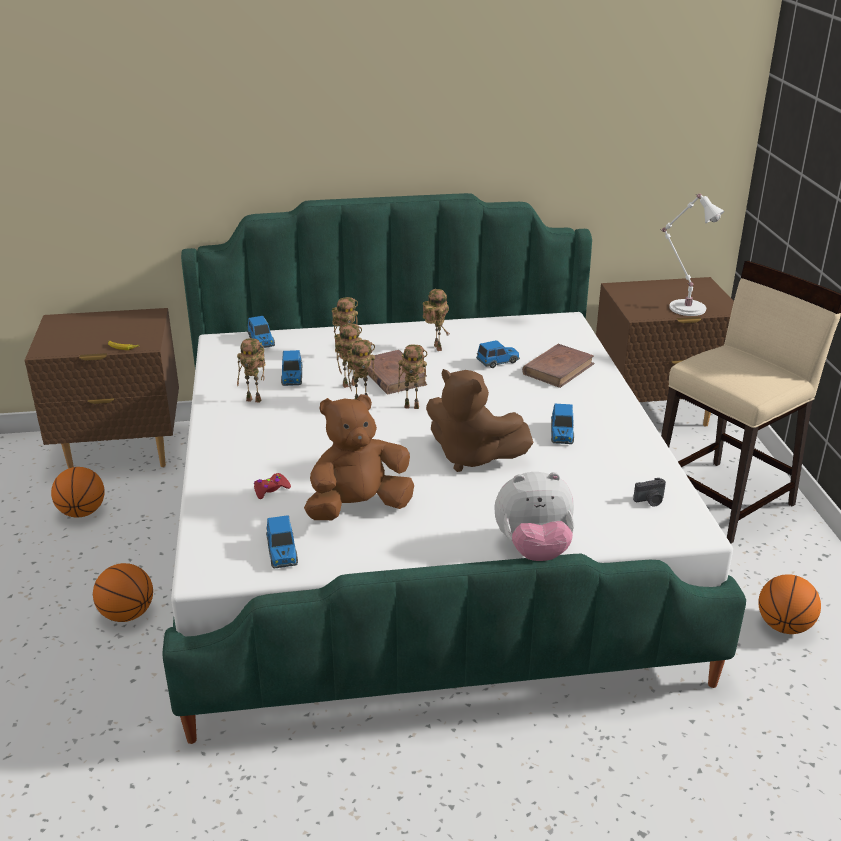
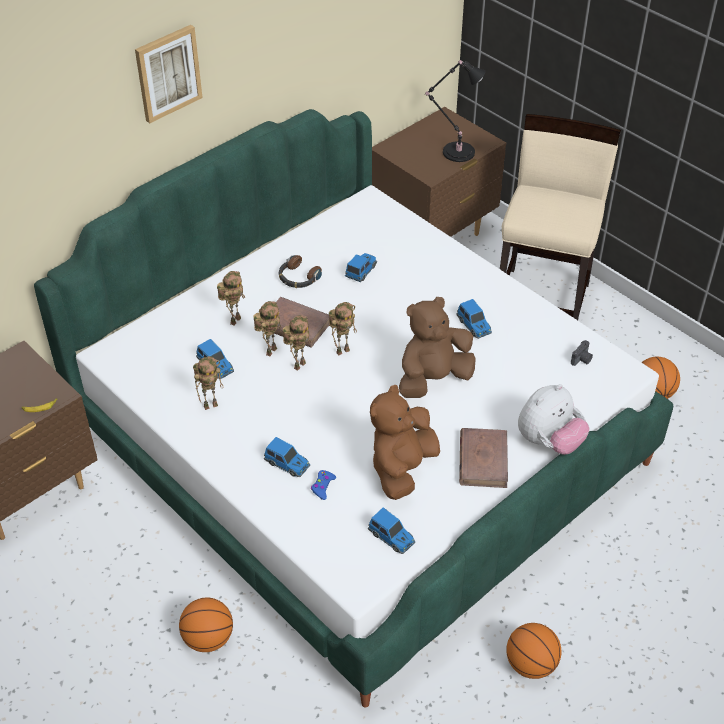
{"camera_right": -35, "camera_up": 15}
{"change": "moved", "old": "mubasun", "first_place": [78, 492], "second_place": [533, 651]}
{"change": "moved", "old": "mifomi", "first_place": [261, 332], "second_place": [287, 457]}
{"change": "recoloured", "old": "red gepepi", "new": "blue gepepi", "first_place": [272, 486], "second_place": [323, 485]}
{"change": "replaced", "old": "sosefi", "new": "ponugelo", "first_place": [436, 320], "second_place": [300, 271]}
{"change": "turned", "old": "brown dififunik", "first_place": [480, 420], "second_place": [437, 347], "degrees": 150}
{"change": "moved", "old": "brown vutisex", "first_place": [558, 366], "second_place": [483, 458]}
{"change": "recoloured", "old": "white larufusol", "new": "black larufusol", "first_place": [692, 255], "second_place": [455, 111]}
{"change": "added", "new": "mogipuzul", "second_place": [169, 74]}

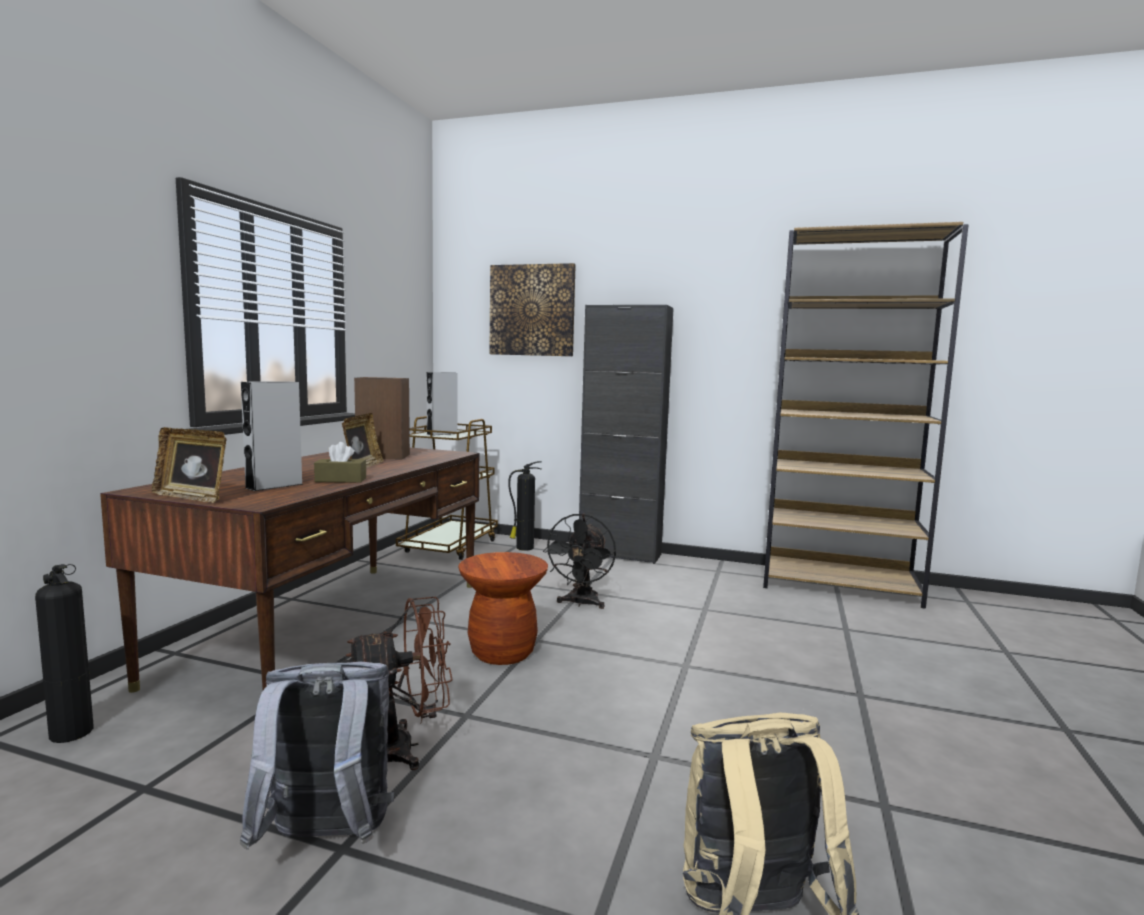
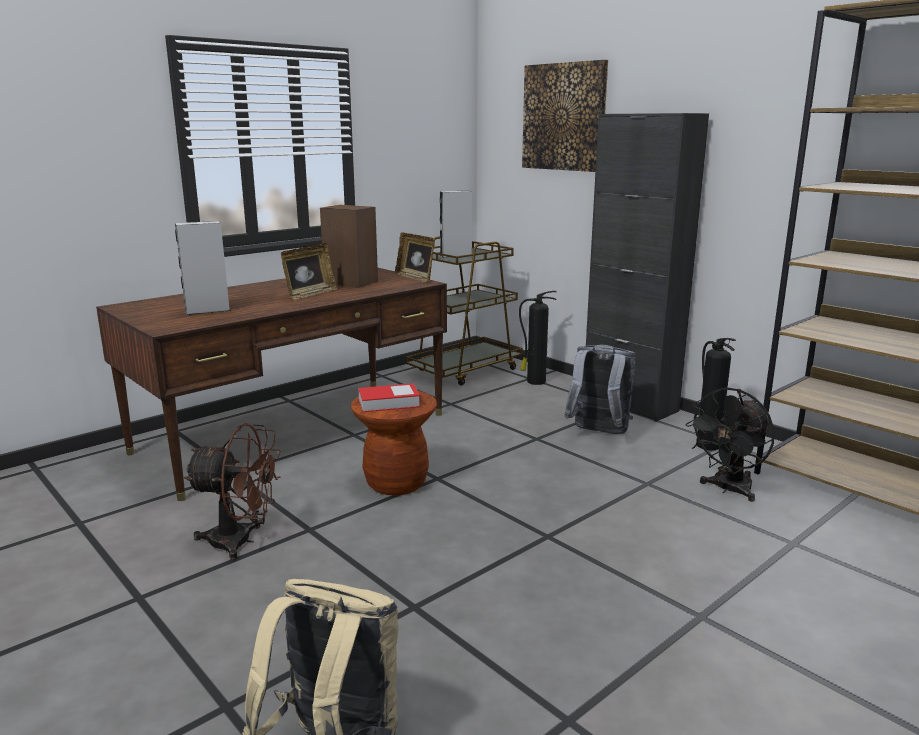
{"camera_right": 30, "camera_up": 10}
{"change": "moved", "old": "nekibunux", "first_place": [64, 653], "second_place": [716, 394]}
{"change": "moved", "old": "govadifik", "first_place": [189, 465], "second_place": [415, 257]}
{"change": "moved", "old": "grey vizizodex", "first_place": [317, 756], "second_place": [600, 389]}
{"change": "removed", "old": "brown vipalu", "first_place": [340, 462]}
{"change": "moved", "old": "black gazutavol", "first_place": [579, 561], "second_place": [730, 444]}
{"change": "added", "new": "vutisex", "second_place": [389, 397]}

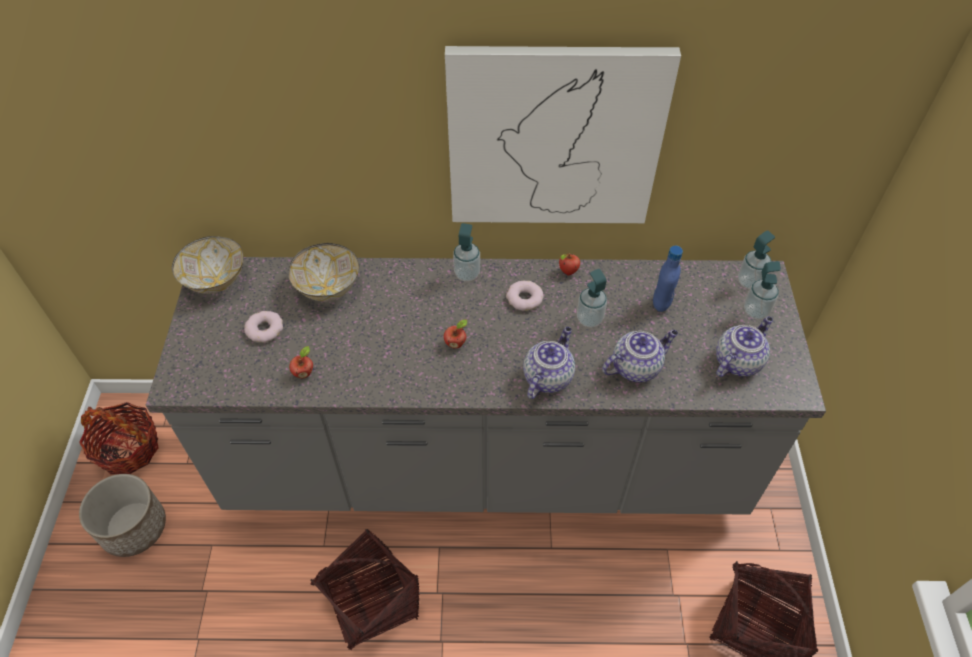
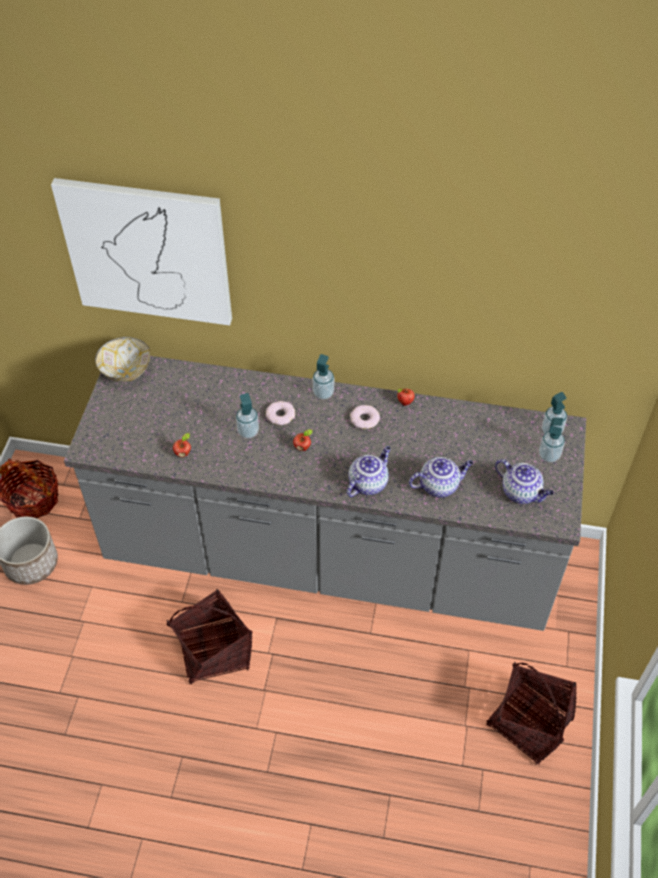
{"camera_right": 10, "camera_up": 0}
{"change": "moved", "old": "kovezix", "first_place": [263, 327], "second_place": [280, 413]}
{"change": "removed", "old": "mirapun", "first_place": [324, 272]}
{"change": "moved", "old": "mogipuzul", "first_place": [563, 134], "second_place": [141, 252]}
{"change": "moved", "old": "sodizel", "first_place": [592, 298], "second_place": [247, 416]}
{"change": "removed", "old": "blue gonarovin", "first_place": [668, 279]}
{"change": "turned", "old": "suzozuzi", "first_place": [744, 347], "second_place": [524, 481], "degrees": 75}

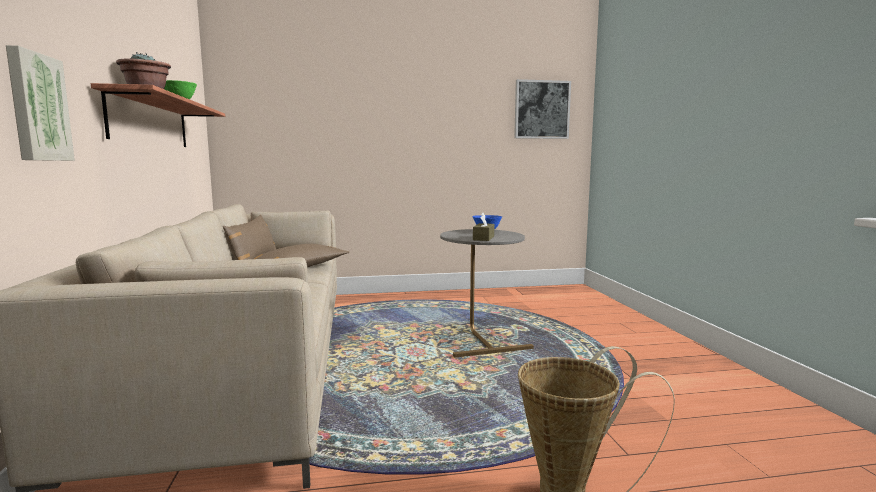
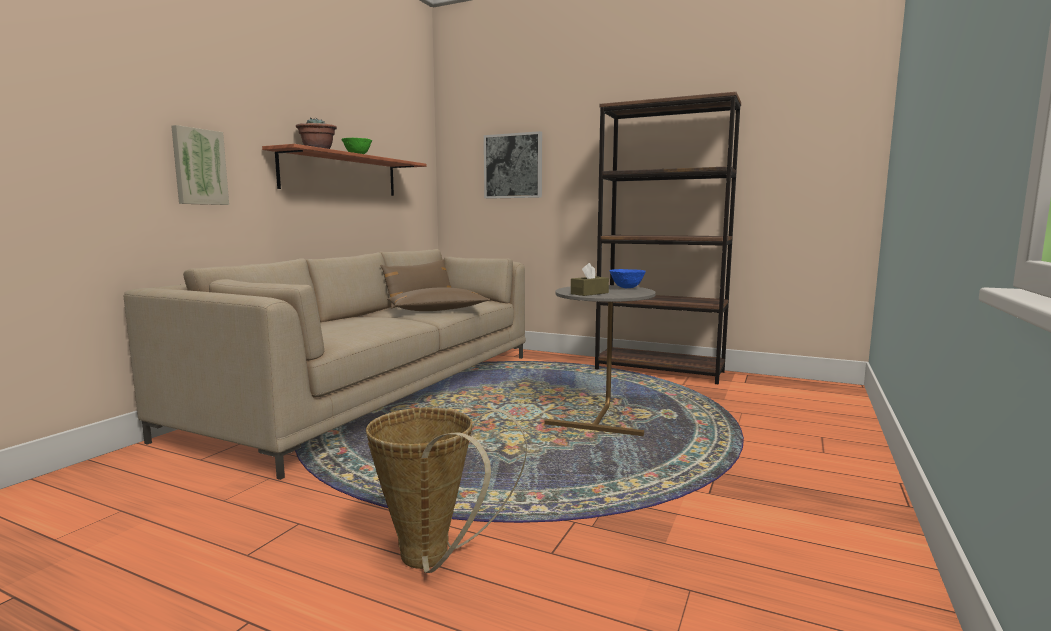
{"camera_right": 35, "camera_up": 0}
{"change": "moved", "old": "mogipuzul", "first_place": [542, 109], "second_place": [513, 165]}
{"change": "added", "new": "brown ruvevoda", "second_place": [668, 238]}

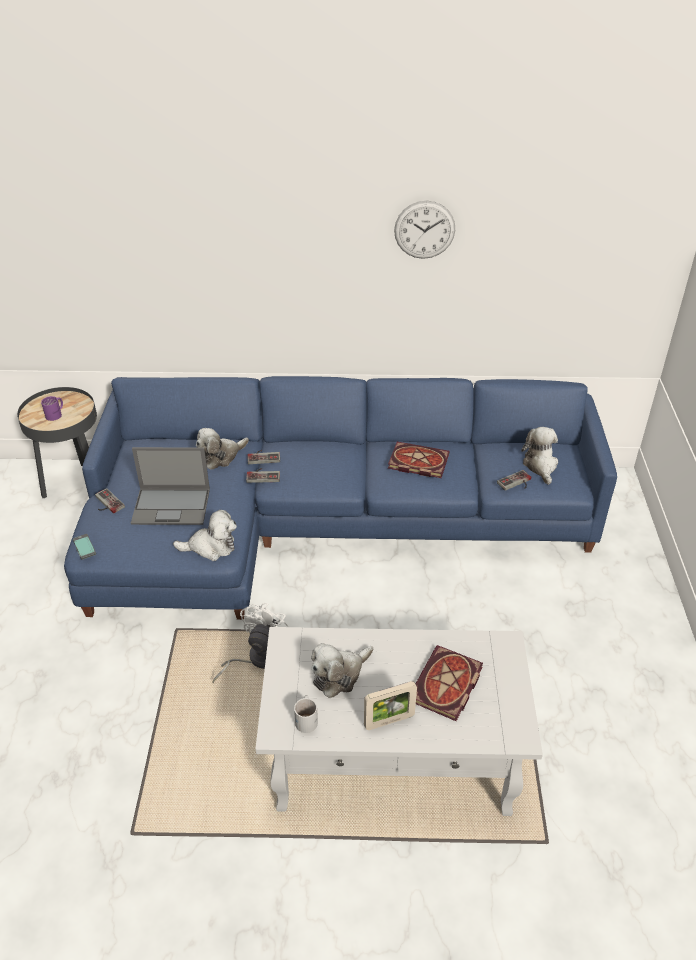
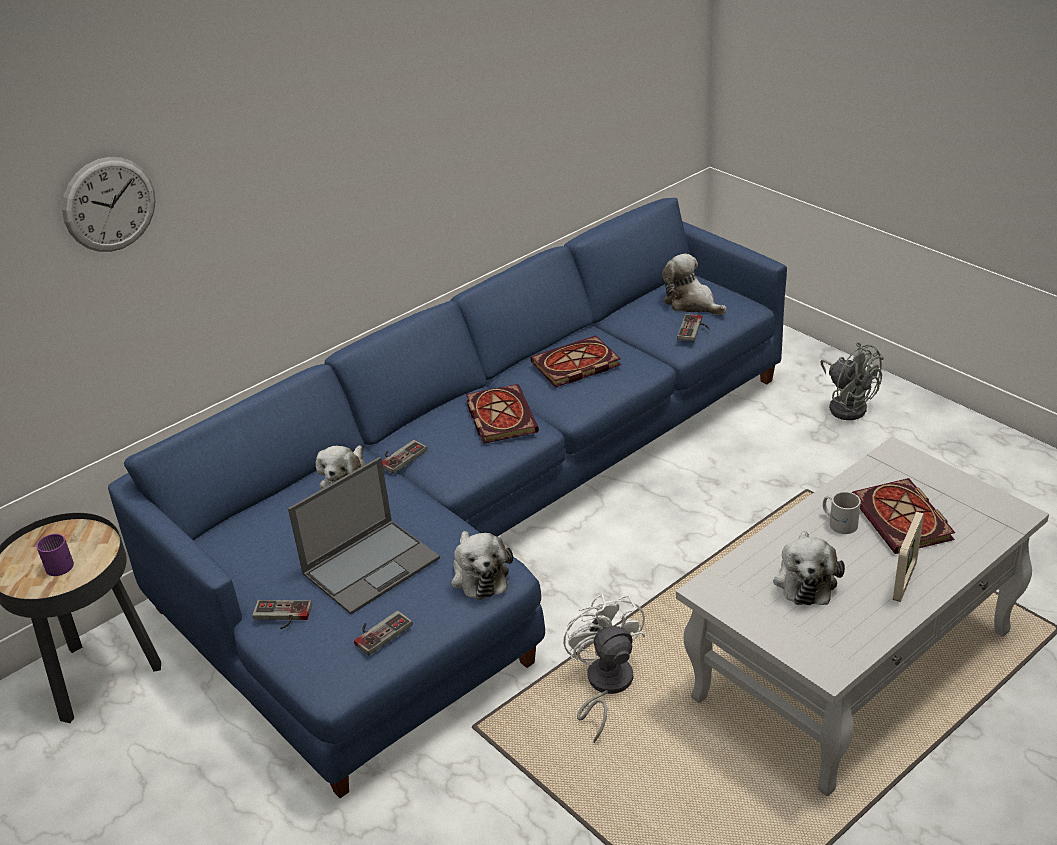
{"camera_right": -40, "camera_up": -5}
{"change": "removed", "old": "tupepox", "first_place": [84, 547]}
{"change": "turned", "old": "dififunik", "first_place": [205, 535], "second_place": [482, 565], "degrees": 120}
{"change": "moved", "old": "gepepi", "first_place": [263, 475], "second_place": [383, 633]}
{"change": "moved", "old": "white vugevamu", "first_place": [306, 714], "second_place": [842, 513]}
{"change": "moved", "old": "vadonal", "first_place": [424, 230], "second_place": [109, 204]}
{"change": "added", "new": "vutisex", "second_place": [502, 414]}
{"change": "added", "new": "grey gazutavol", "second_place": [852, 381]}

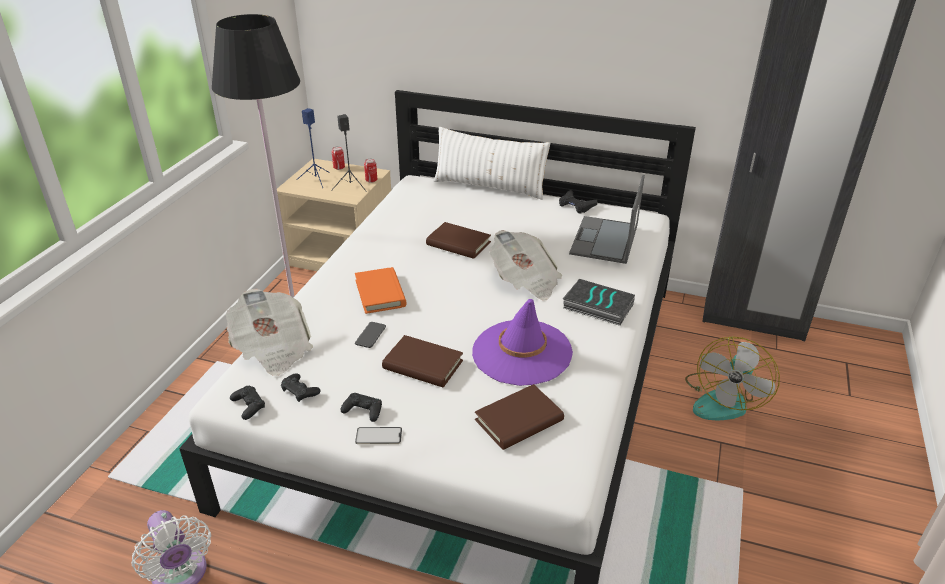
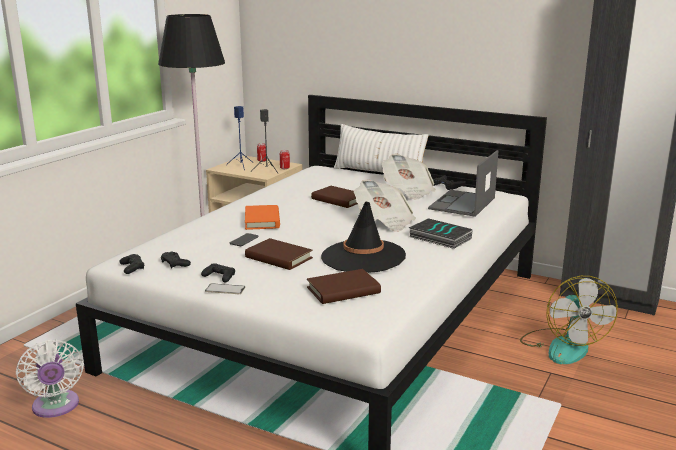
{"camera_right": 10, "camera_up": -15}
{"change": "moved", "old": "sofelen", "first_place": [269, 332], "second_place": [409, 177]}
{"change": "recoloured", "old": "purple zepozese", "new": "black zepozese", "first_place": [522, 342], "second_place": [363, 237]}
{"change": "turned", "old": "gazutavol", "first_place": [732, 378], "second_place": [569, 320], "degrees": -45}

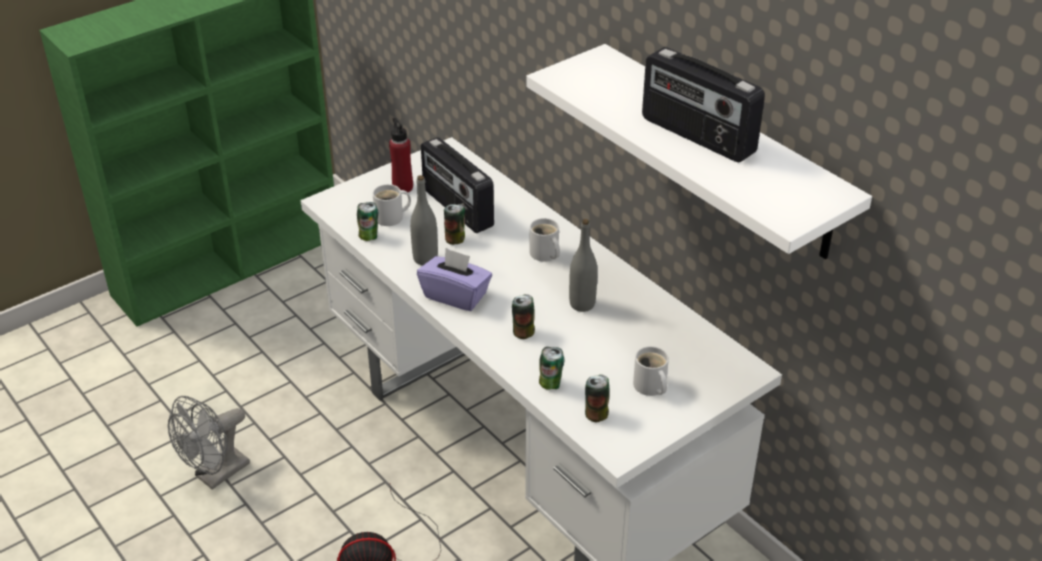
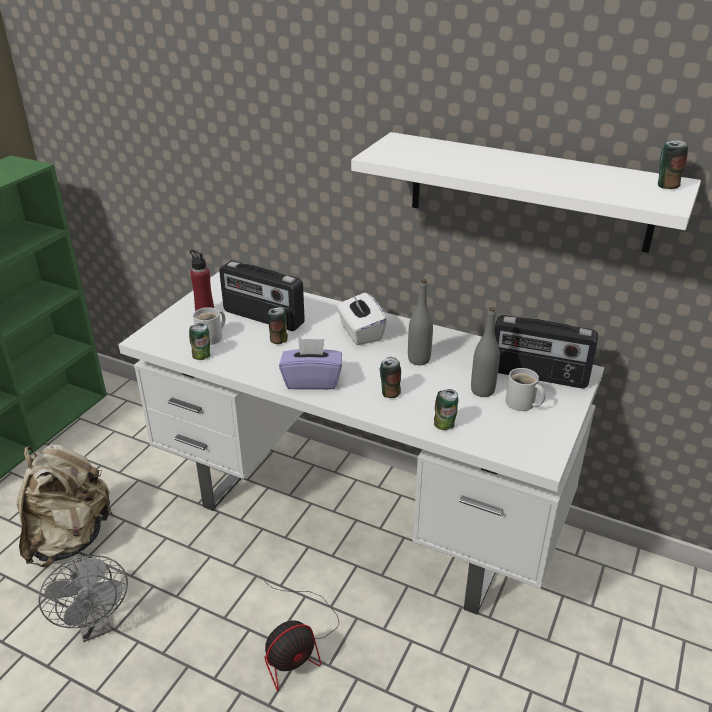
{"camera_right": -25, "camera_up": -5}
{"change": "turned", "old": "grey gazutavol", "first_place": [209, 443], "second_place": [83, 598], "degrees": -45}
{"change": "moved", "old": "grey gonarovin", "first_place": [424, 220], "second_place": [485, 352]}
{"change": "replaced", "old": "white vugevamu", "new": "white vipalu", "first_place": [545, 240], "second_place": [361, 318]}
{"change": "moved", "old": "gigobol", "first_place": [597, 398], "second_place": [673, 164]}
{"change": "moved", "old": "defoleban", "first_place": [703, 104], "second_place": [546, 351]}
{"change": "added", "new": "beige vizizodex", "second_place": [65, 505]}

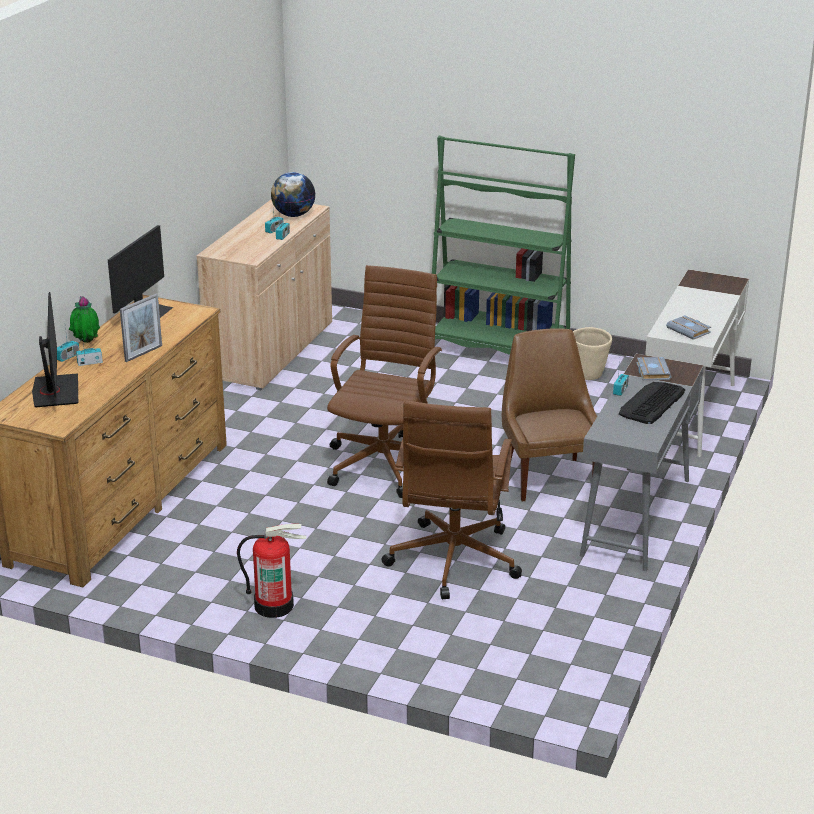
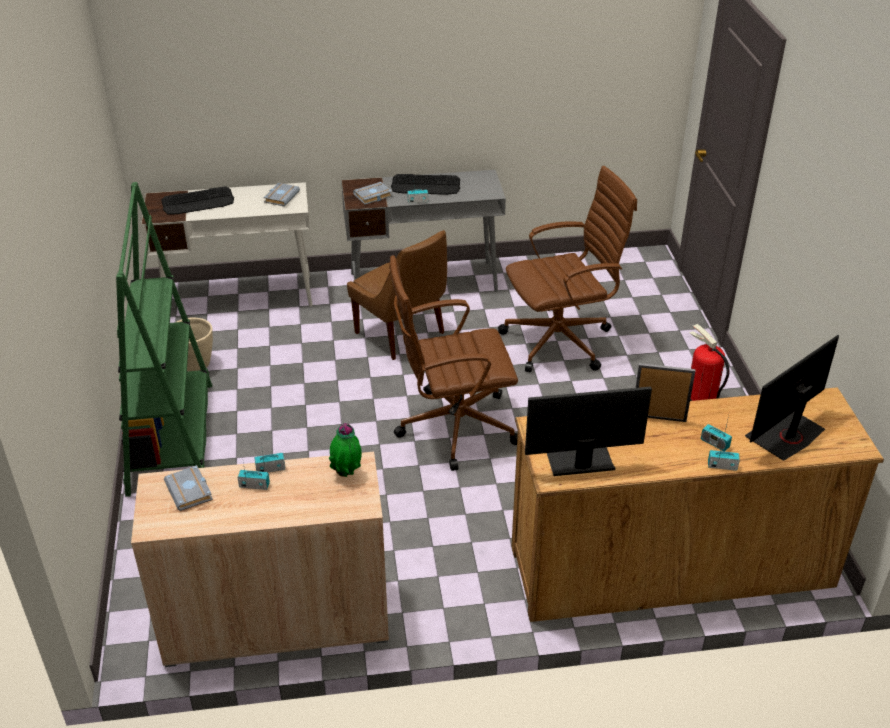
{"camera_right": -120, "camera_up": 10}
{"change": "moved", "old": "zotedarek", "first_place": [84, 319], "second_place": [345, 450]}
{"change": "replaced", "old": "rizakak", "new": "grey vutisex", "first_place": [293, 194], "second_place": [188, 488]}
{"change": "turned", "old": "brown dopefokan", "first_place": [549, 415], "second_place": [397, 295], "degrees": -90}
{"change": "added", "new": "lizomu", "second_place": [197, 200]}

